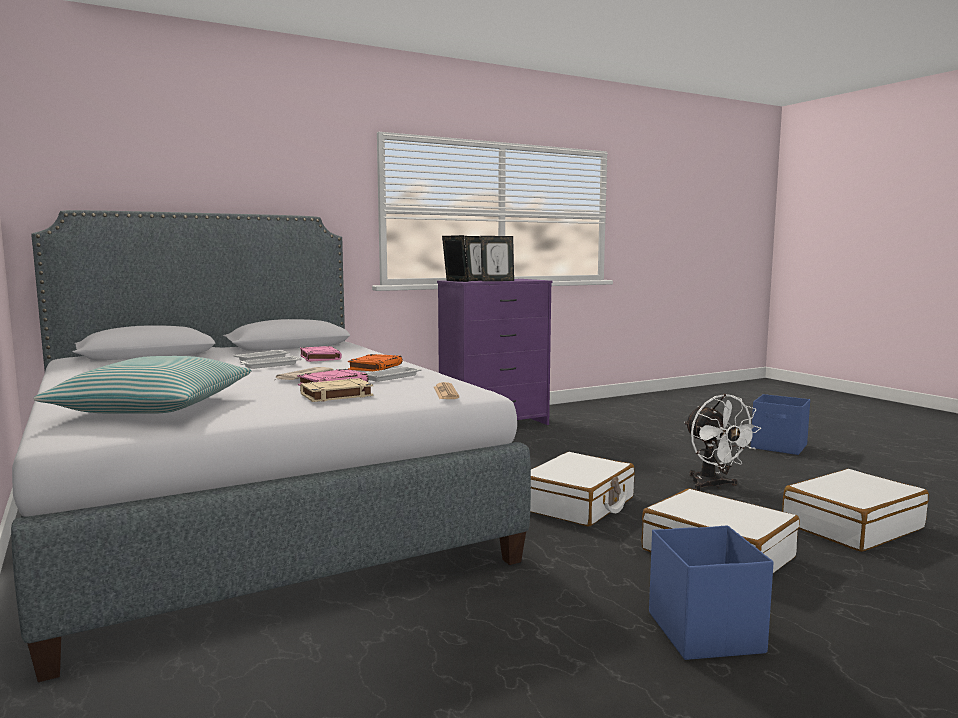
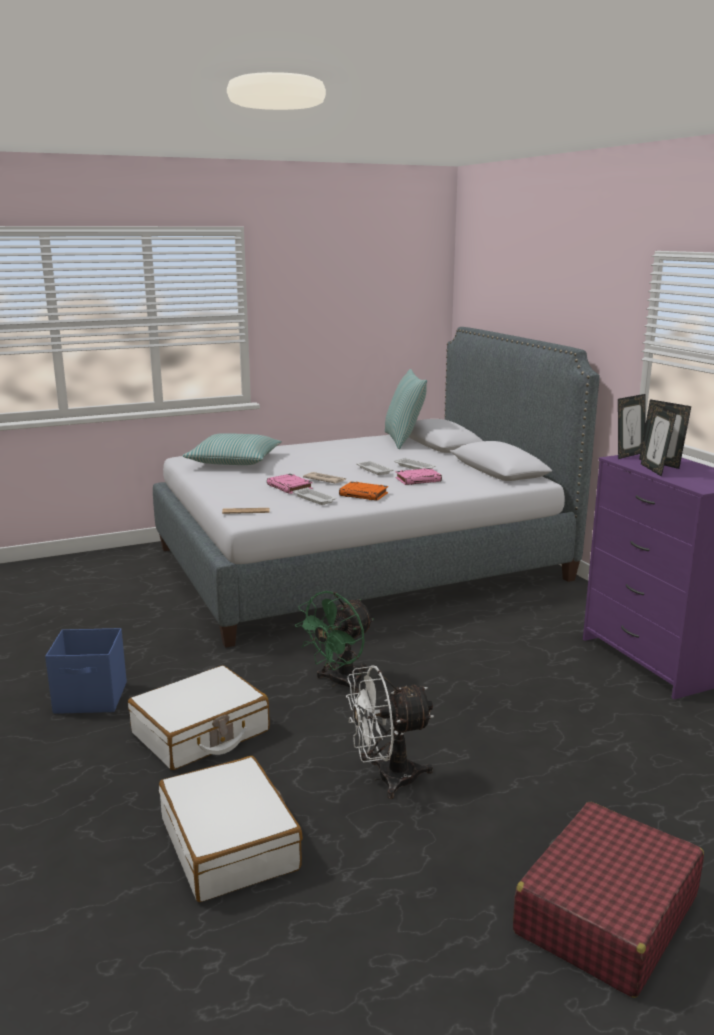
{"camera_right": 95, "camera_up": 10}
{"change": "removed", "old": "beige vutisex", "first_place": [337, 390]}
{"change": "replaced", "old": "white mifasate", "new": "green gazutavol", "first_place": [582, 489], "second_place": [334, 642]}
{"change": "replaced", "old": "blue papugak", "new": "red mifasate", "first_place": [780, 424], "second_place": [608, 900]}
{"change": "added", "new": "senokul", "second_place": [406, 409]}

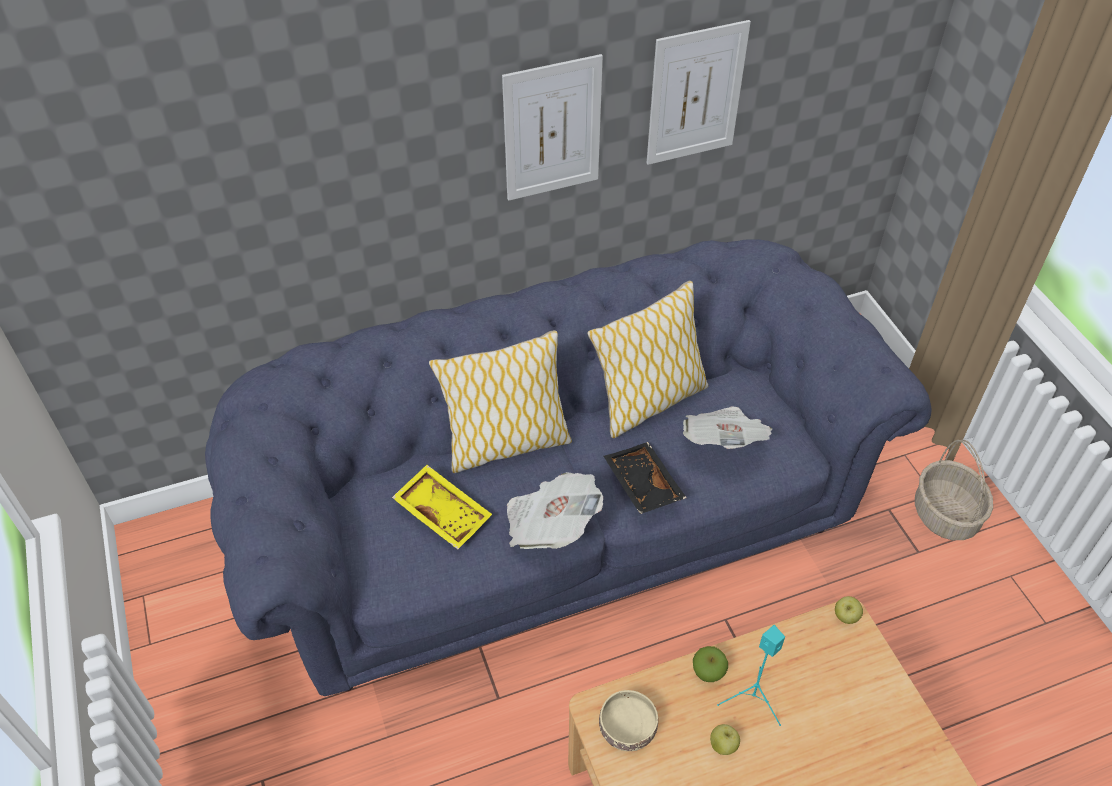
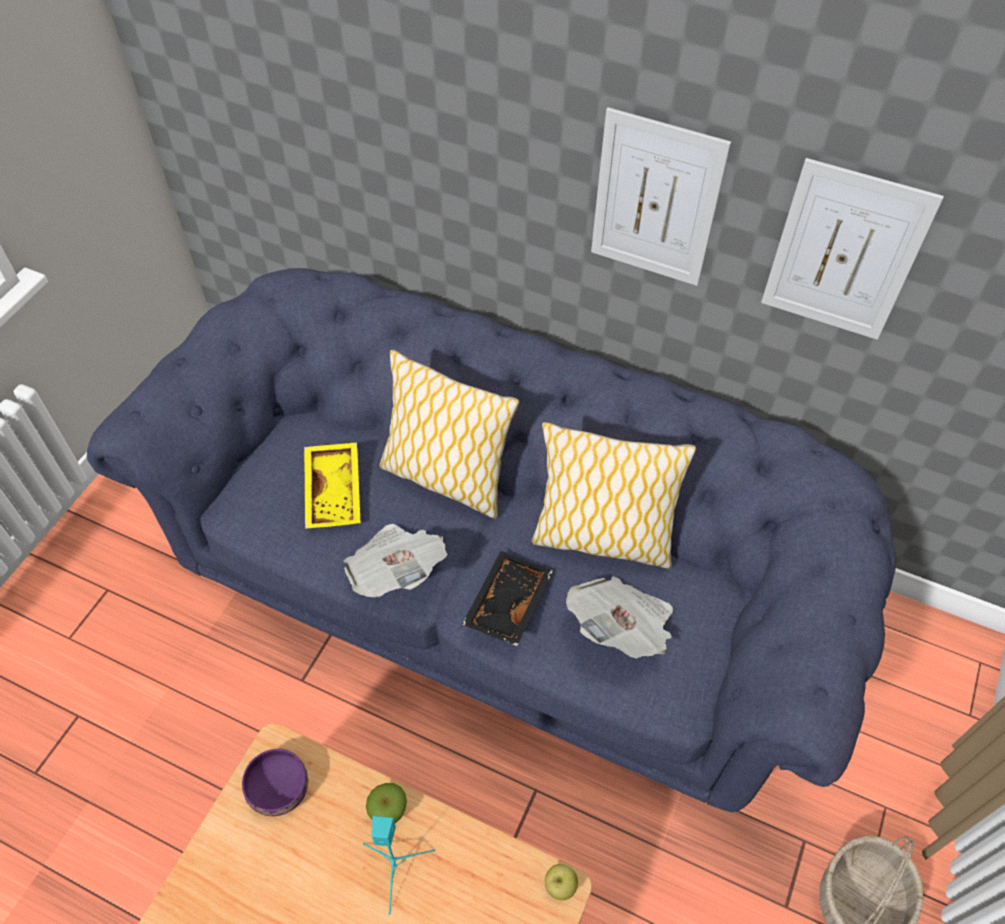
{"camera_right": 45, "camera_up": 5}
{"change": "recoloured", "old": "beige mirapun", "new": "purple mirapun", "first_place": [628, 720], "second_place": [275, 782]}
{"change": "removed", "old": "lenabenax", "first_place": [725, 739]}

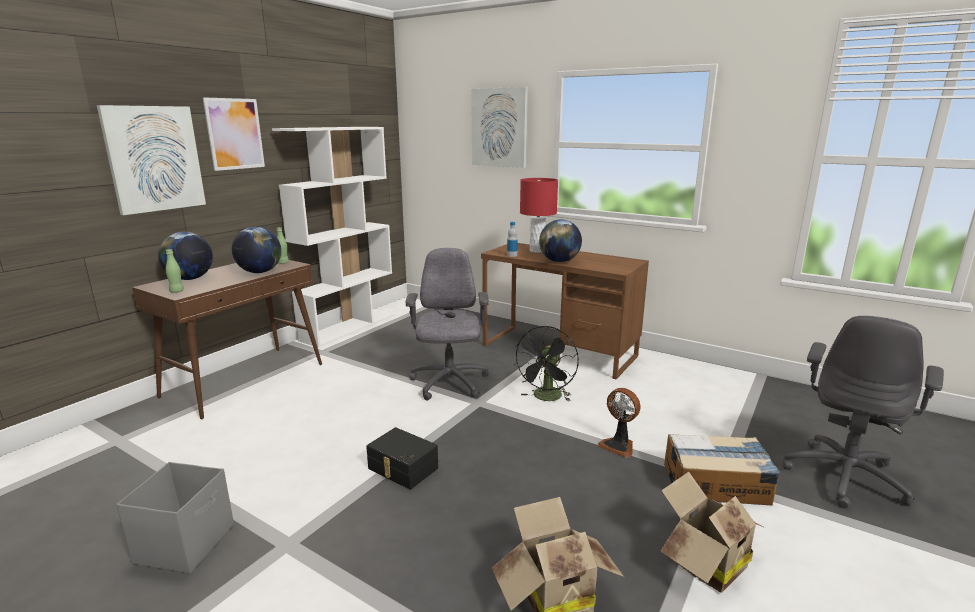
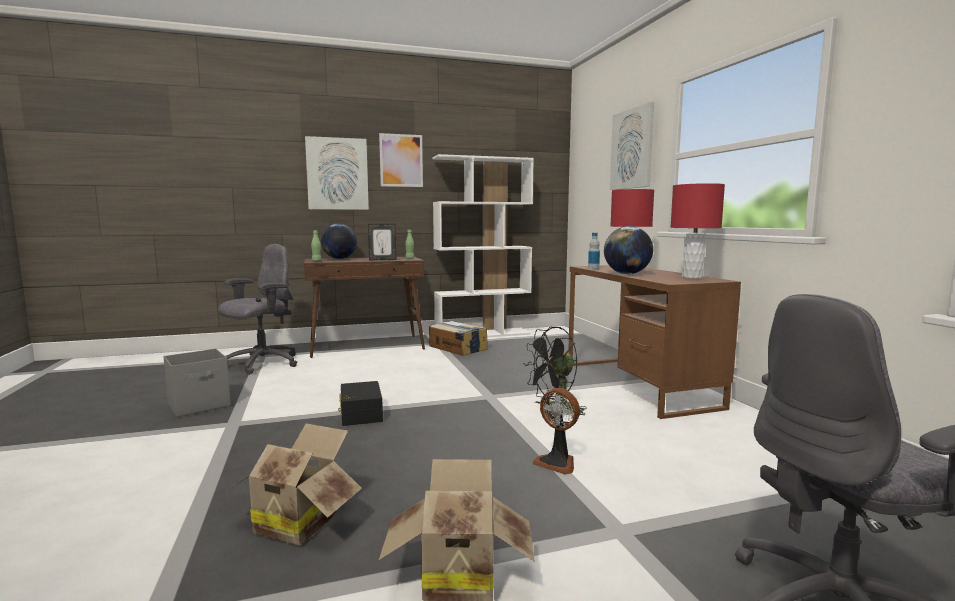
{"camera_right": 40, "camera_up": -10}
{"change": "replaced", "old": "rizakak", "new": "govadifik", "first_place": [256, 250], "second_place": [382, 242]}
{"change": "moved", "old": "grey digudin", "first_place": [447, 324], "second_place": [257, 309]}
{"change": "turned", "old": "gazutavol", "first_place": [619, 423], "second_place": [556, 431], "degrees": -45}
{"change": "moved", "old": "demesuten", "first_place": [722, 469], "second_place": [458, 338]}
{"change": "added", "new": "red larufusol", "second_place": [697, 231]}

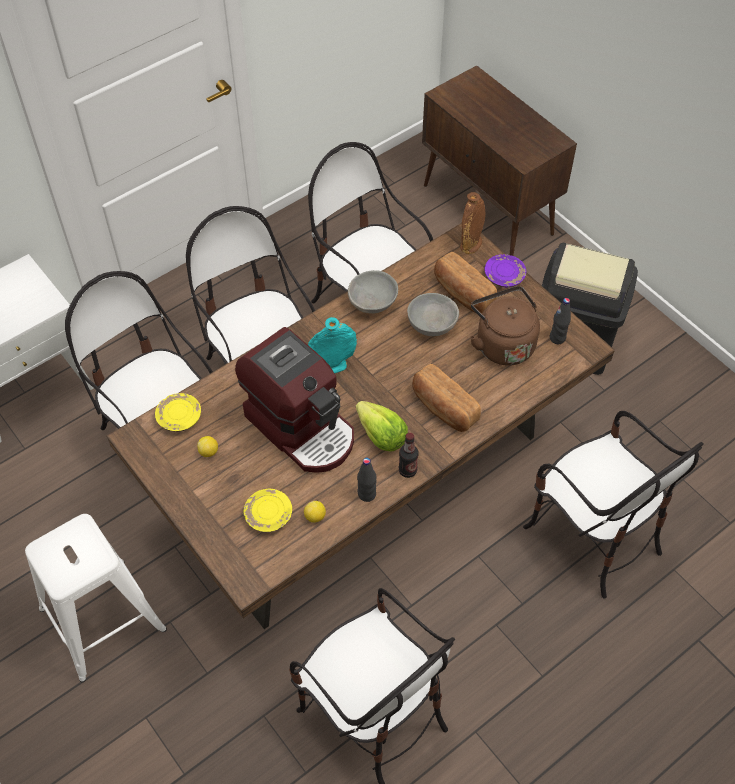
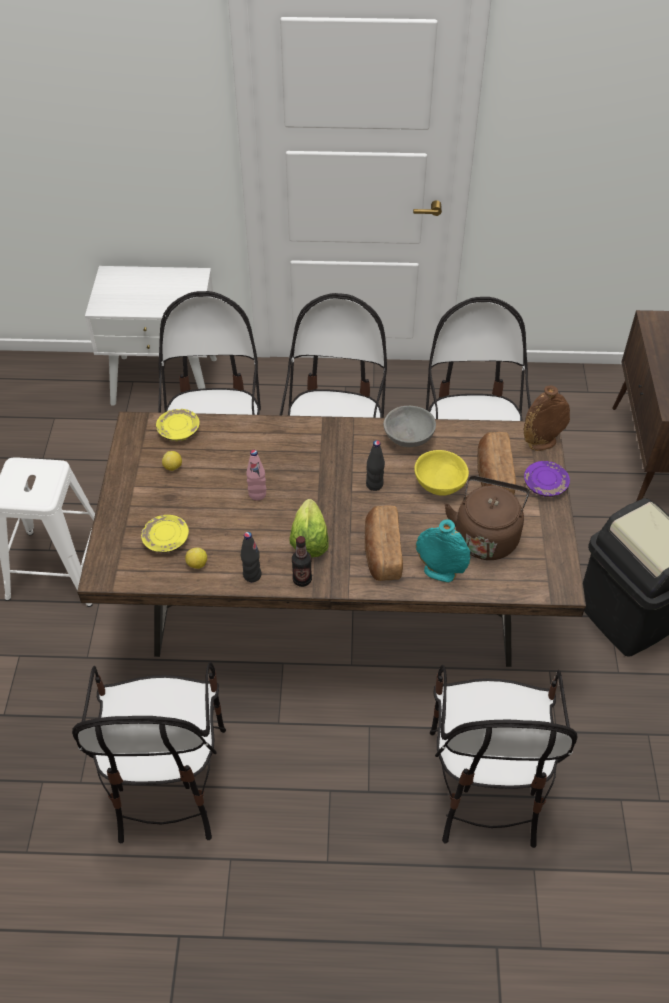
{"camera_right": 40, "camera_up": -5}
{"change": "replaced", "old": "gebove", "new": "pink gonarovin", "first_place": [294, 400], "second_place": [256, 475]}
{"change": "moved", "old": "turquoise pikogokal", "first_place": [332, 345], "second_place": [443, 551]}
{"change": "recoloured", "old": "grey mirapun", "new": "yellow mirapun", "first_place": [433, 314], "second_place": [441, 473]}
{"change": "moved", "old": "black gonarovin", "first_place": [560, 321], "second_place": [375, 465]}

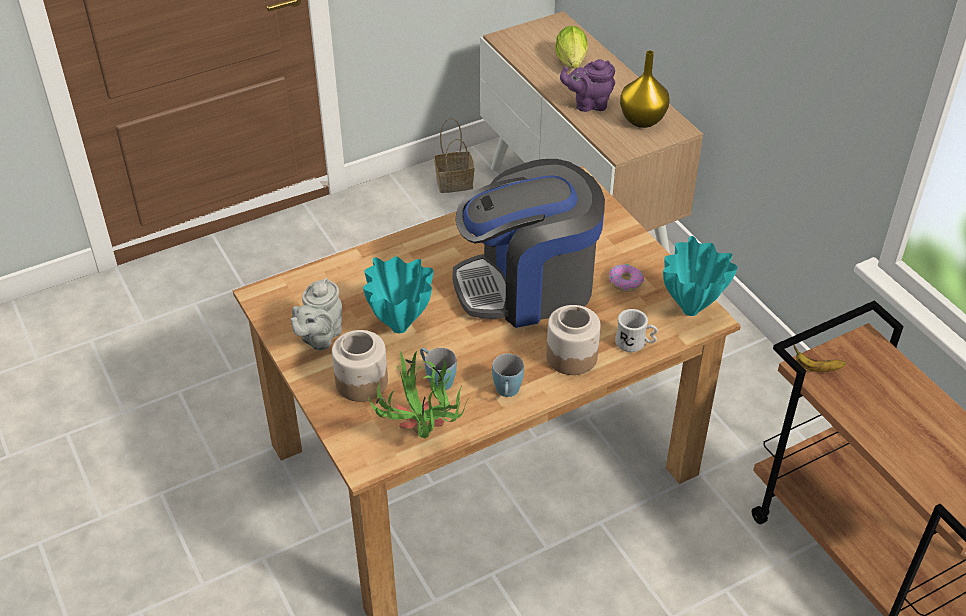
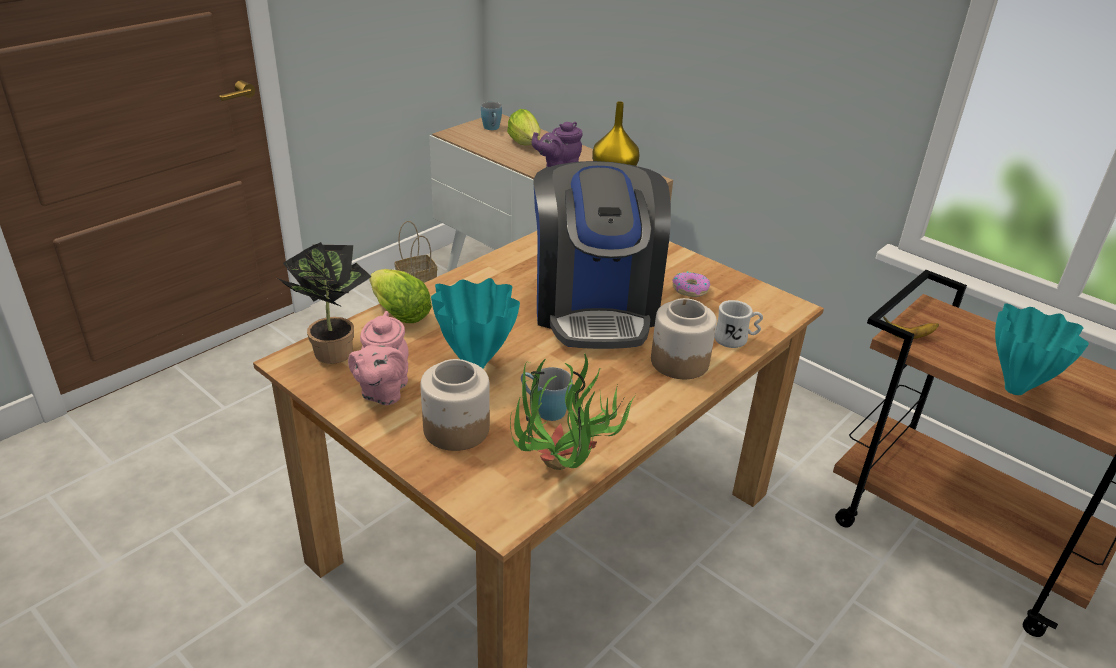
{"camera_right": -20, "camera_up": -10}
{"change": "recoloured", "old": "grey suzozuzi", "new": "pink suzozuzi", "first_place": [316, 314], "second_place": [378, 358]}
{"change": "turned", "old": "gebove", "first_place": [529, 243], "second_place": [602, 255], "degrees": -60}
{"change": "moved", "old": "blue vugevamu", "first_place": [508, 375], "second_place": [491, 116]}
{"change": "moved", "old": "turquoise pikogokal", "first_place": [700, 276], "second_place": [1042, 349]}
{"change": "added", "new": "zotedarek", "second_place": [323, 303]}
{"change": "added", "new": "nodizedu", "second_place": [400, 296]}

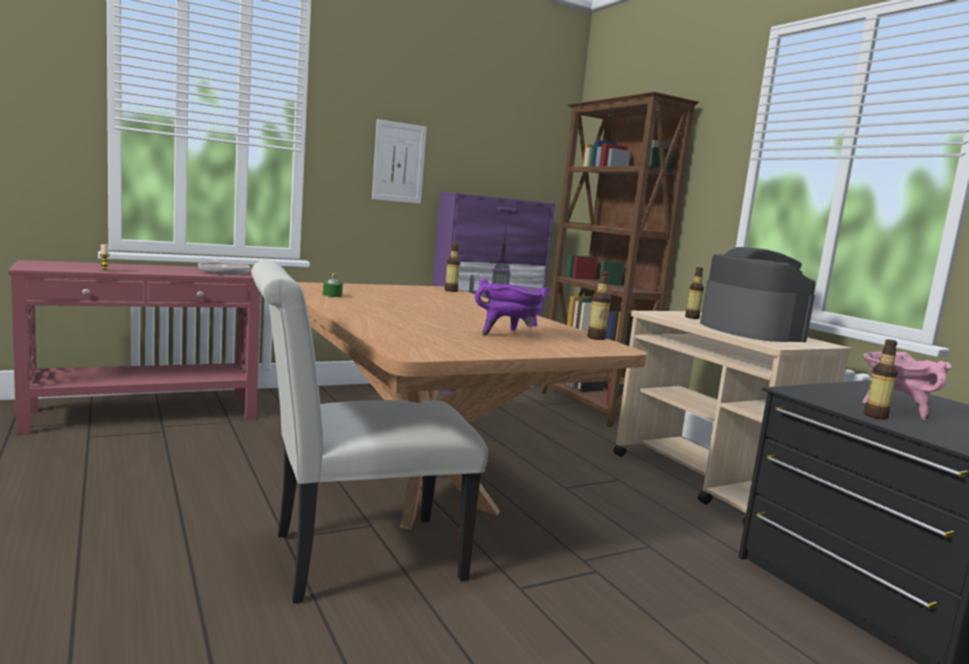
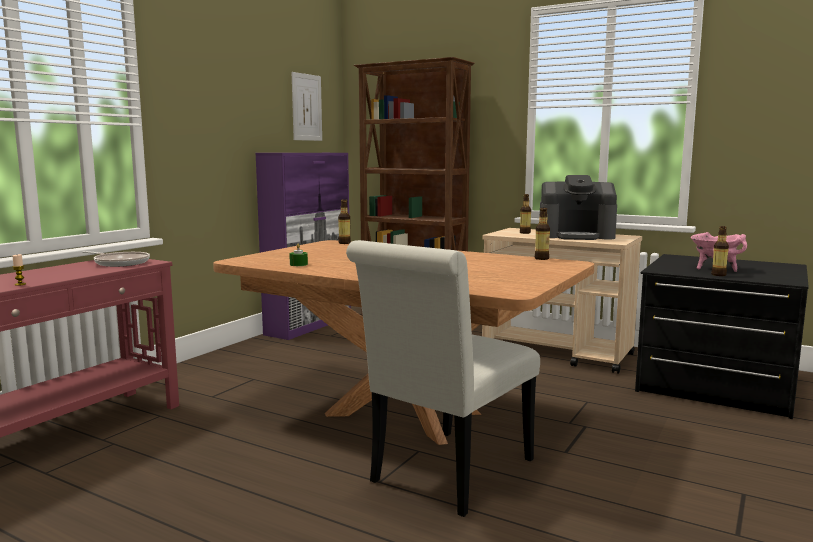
{"camera_right": -30, "camera_up": 0}
{"change": "moved", "old": "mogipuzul", "first_place": [399, 161], "second_place": [307, 106]}
{"change": "removed", "old": "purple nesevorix", "first_place": [512, 306]}
{"change": "turned", "old": "gebove", "first_place": [758, 294], "second_place": [578, 207], "degrees": 150}

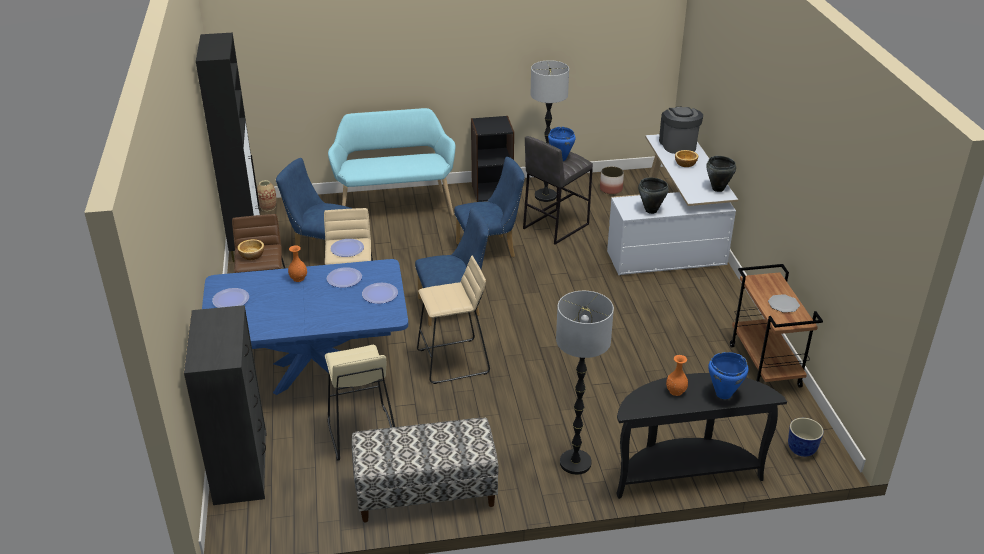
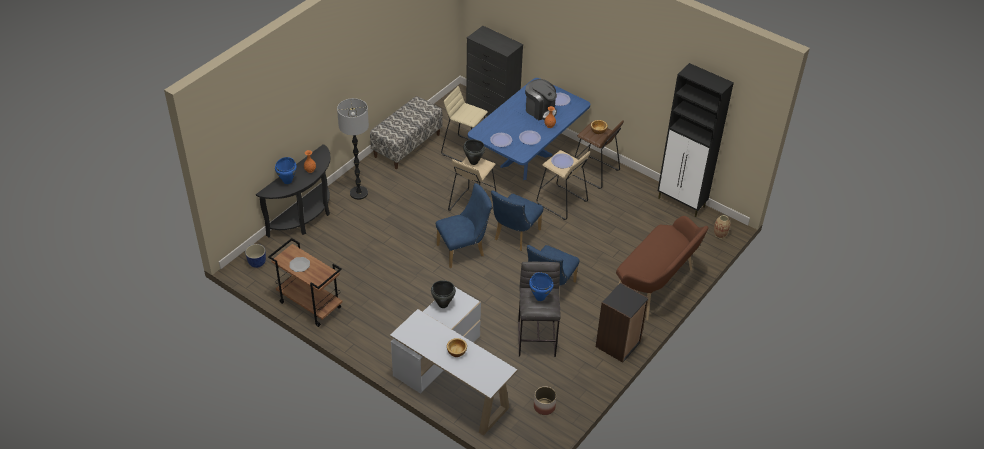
{"camera_right": 135, "camera_up": 10}
{"change": "moved", "old": "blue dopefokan", "first_place": [314, 207], "second_place": [464, 225]}
{"change": "recoloured", "old": "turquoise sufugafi", "new": "brown sufugafi", "first_place": [391, 162], "second_place": [662, 268]}
{"change": "removed", "old": "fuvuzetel", "first_place": [550, 131]}
{"change": "moved", "old": "gebove", "first_place": [681, 130], "second_place": [541, 99]}
{"change": "moved", "old": "black nesevorix", "first_place": [721, 174], "second_place": [474, 152]}

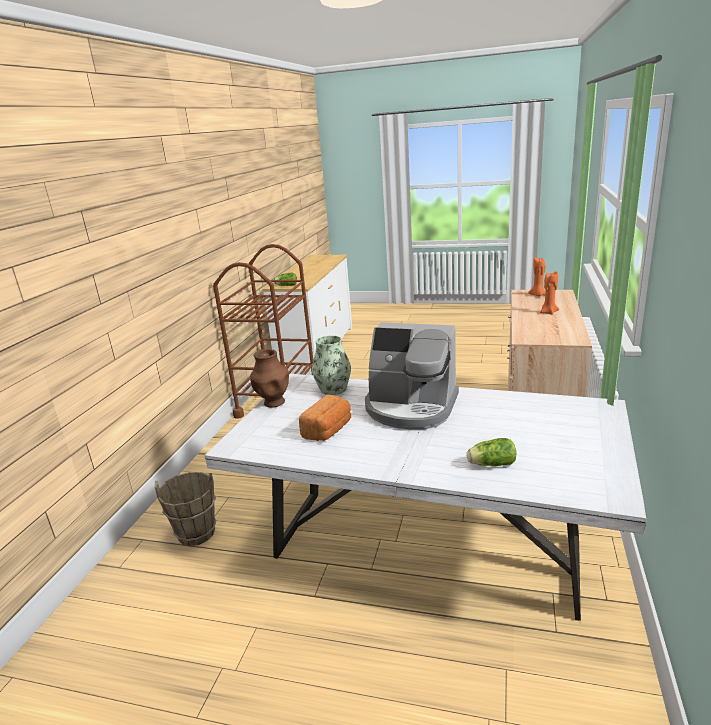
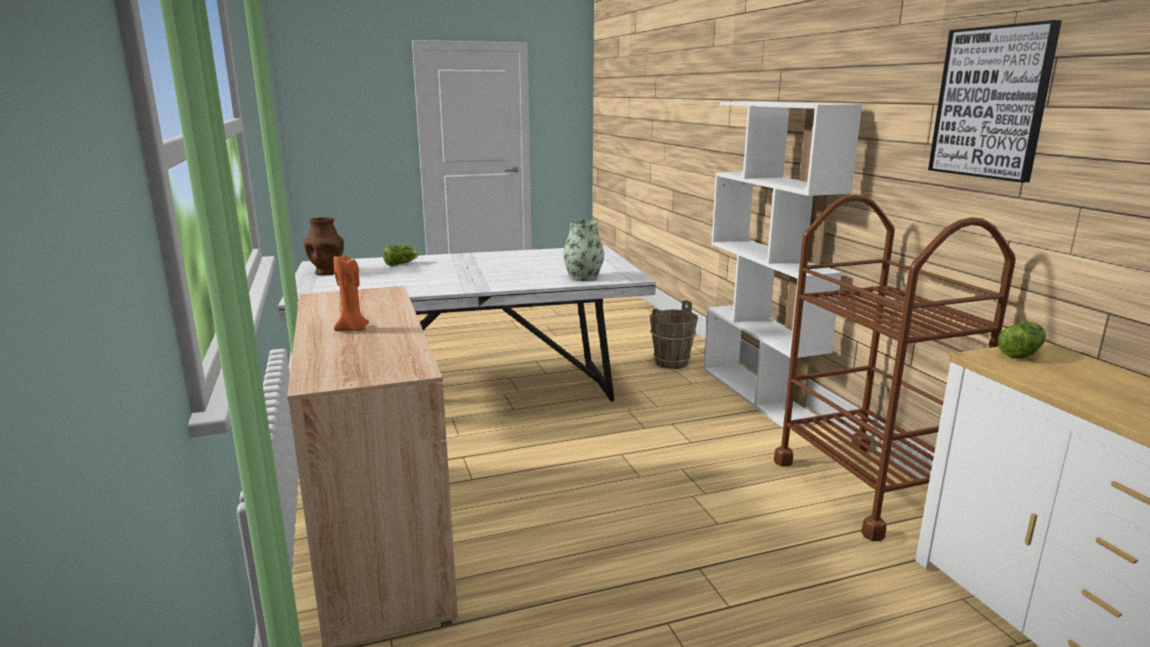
{"camera_right": 145, "camera_up": -5}
{"change": "moved", "old": "brown pikogokal", "first_place": [269, 378], "second_place": [323, 246]}
{"change": "removed", "old": "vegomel", "first_place": [325, 418]}
{"change": "removed", "old": "gebove", "first_place": [412, 376]}
{"change": "removed", "old": "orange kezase", "first_place": [537, 277]}
{"change": "added", "new": "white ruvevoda", "second_place": [783, 265]}
{"change": "added", "new": "mogipuzul", "second_place": [995, 101]}

